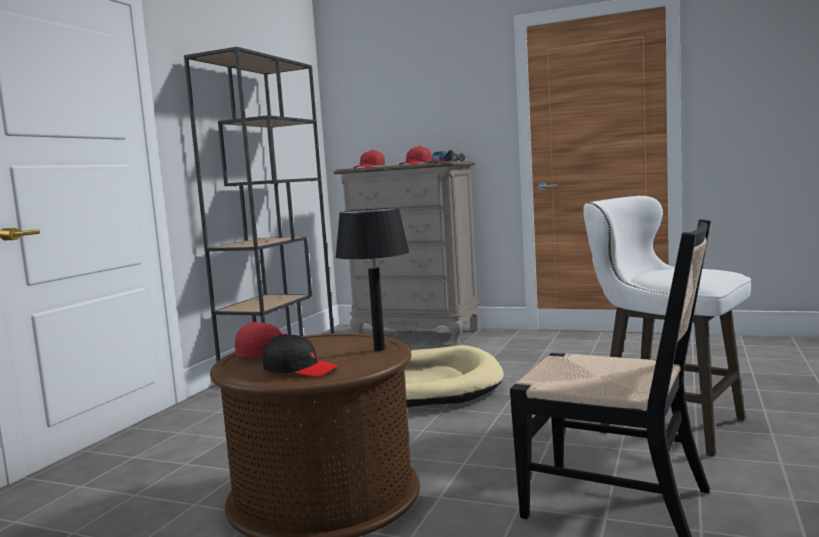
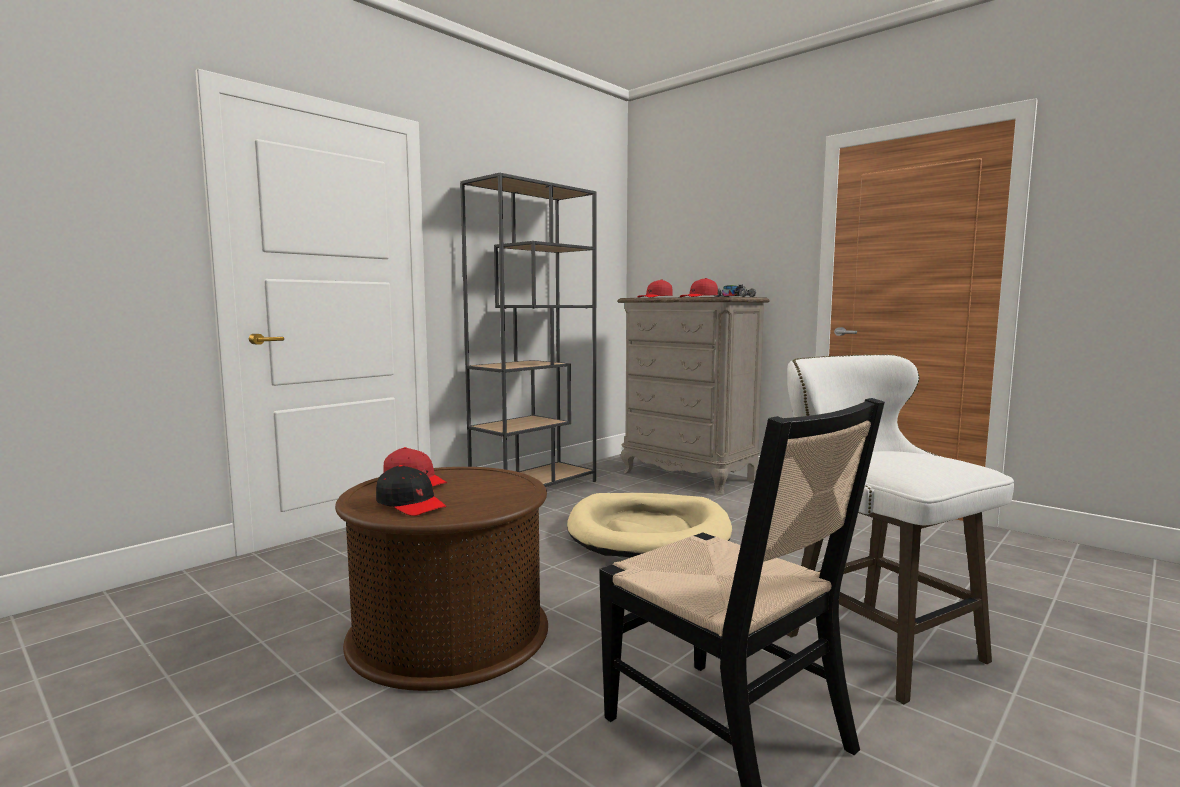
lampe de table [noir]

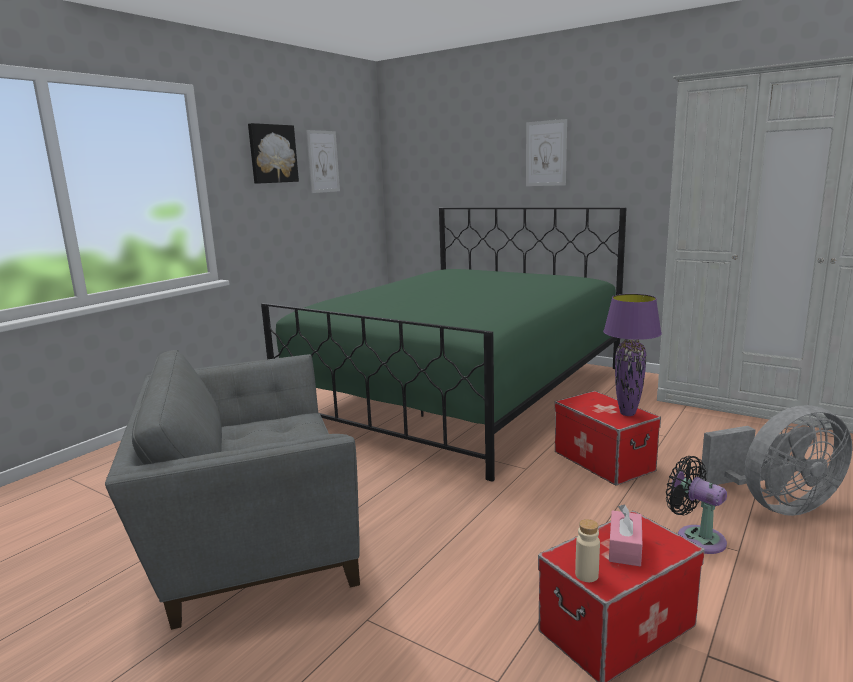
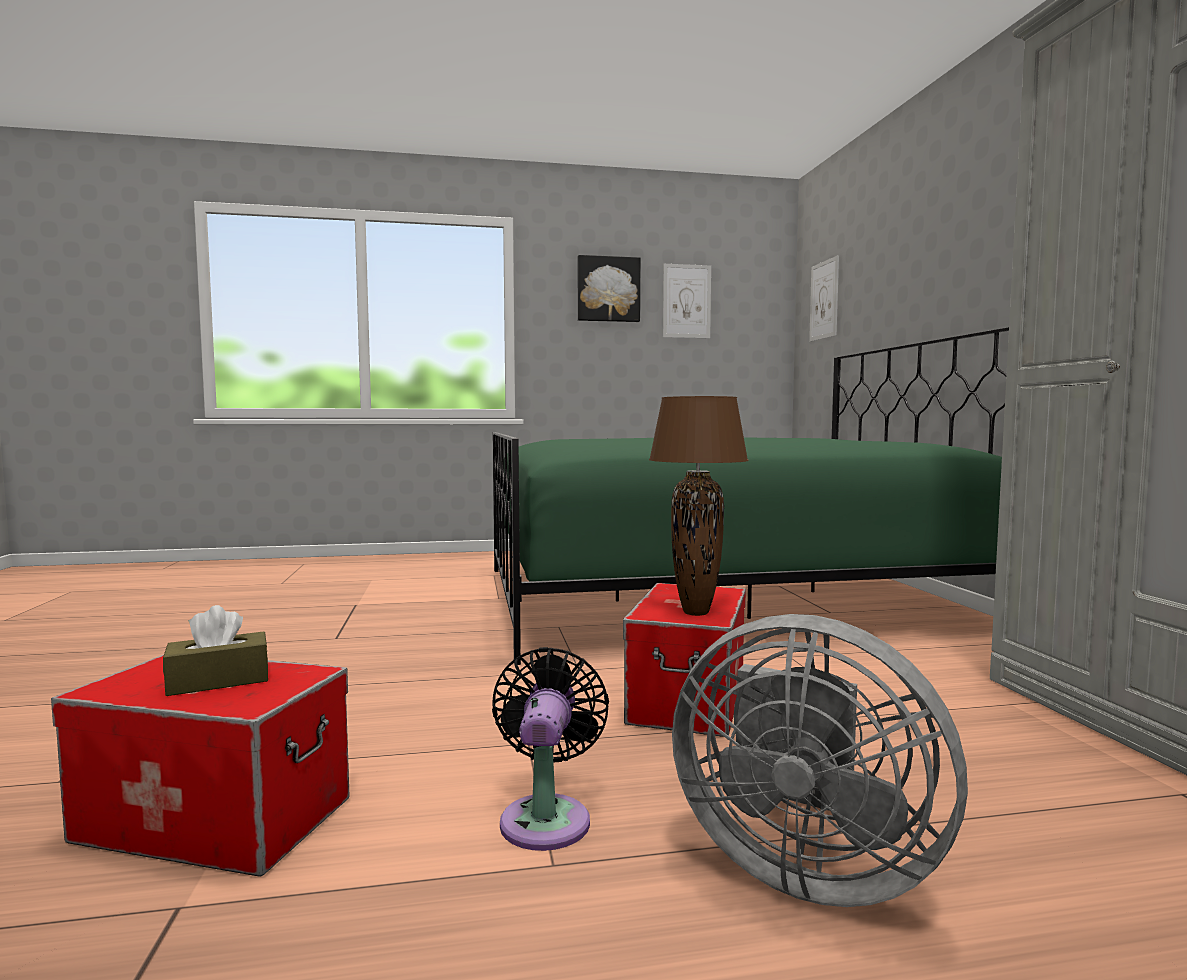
boîte à mouchoirs [marron]
lampe de table [marron]
tableau (no. 3 from left)
fauteuil [gris]
bouteille [beige]

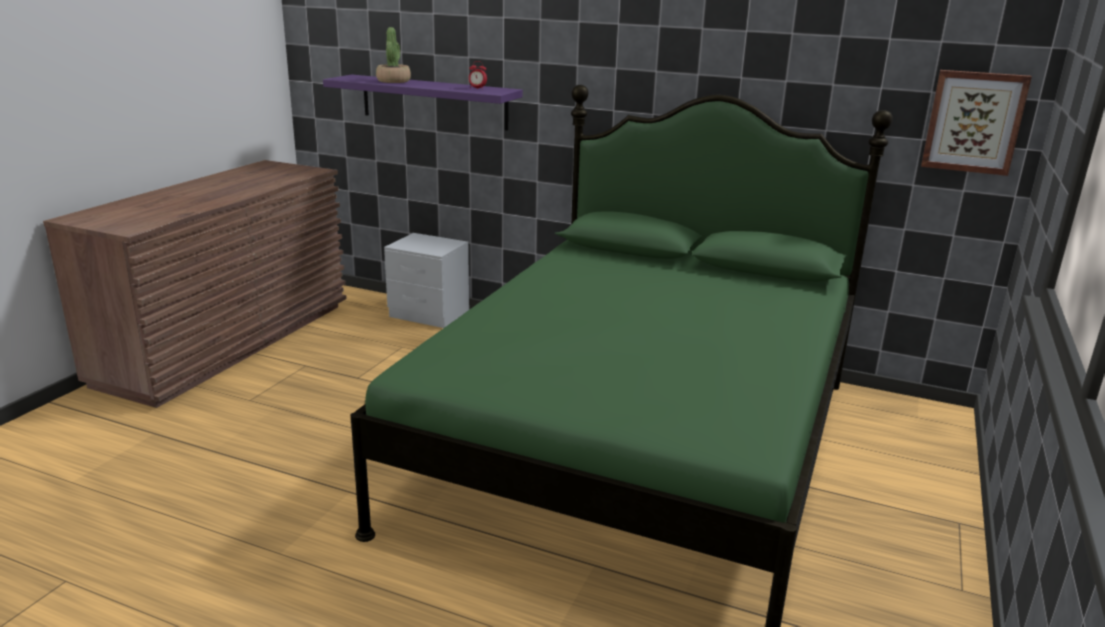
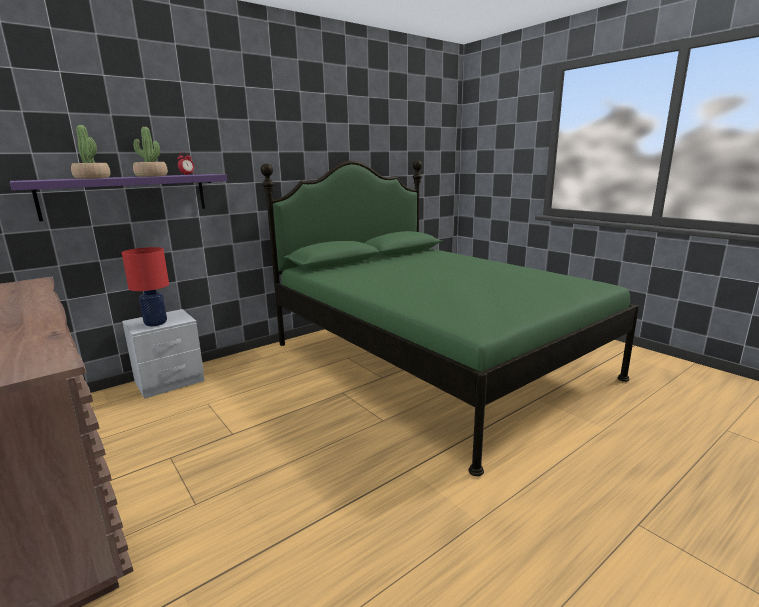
lampe de table [rouge]
plante en pot (no. 2 from left)
tableau

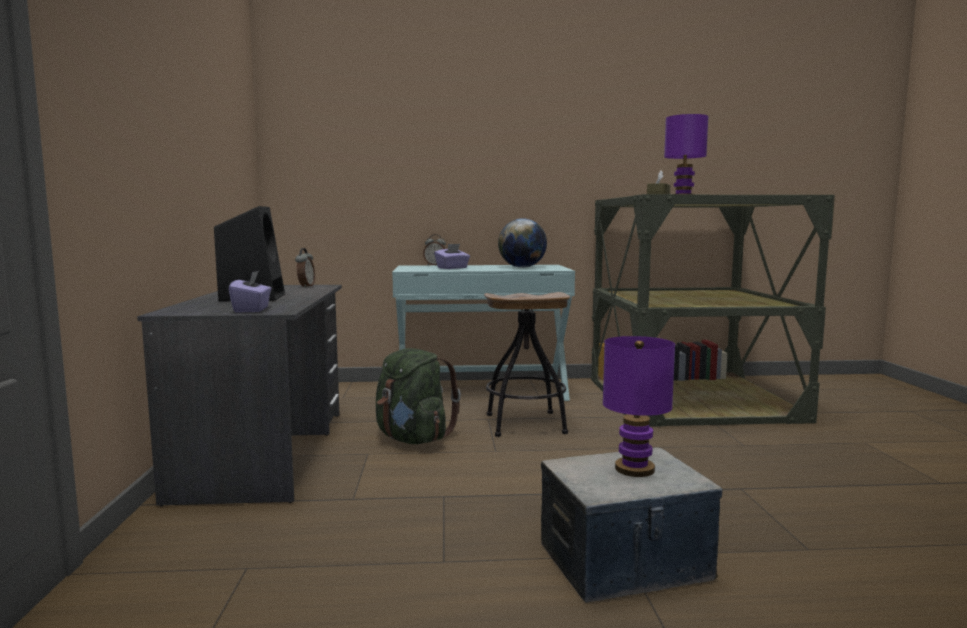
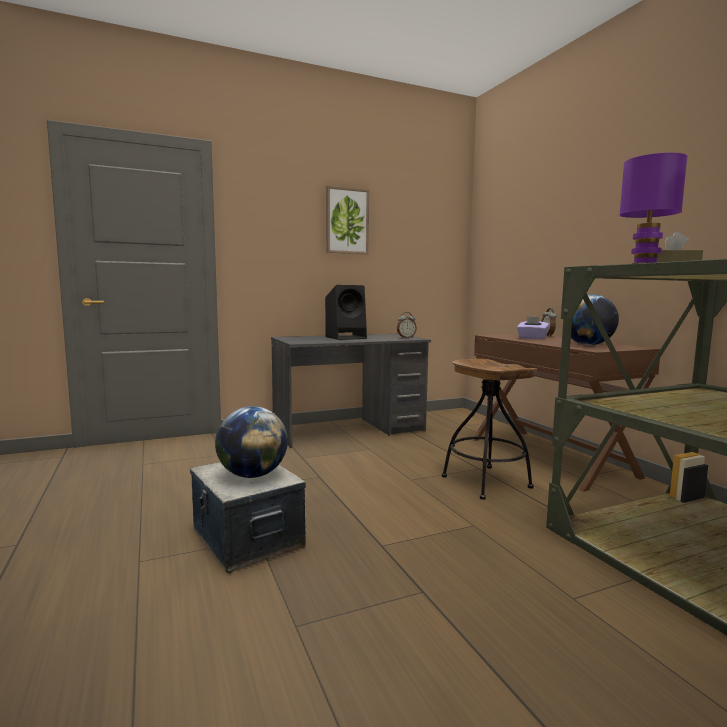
globe (no. 1 from left)
tableau
bureau [marron]
boîte à mouchoirs [violet] (no. 1 from left in the first image)
sac à dos [vert]

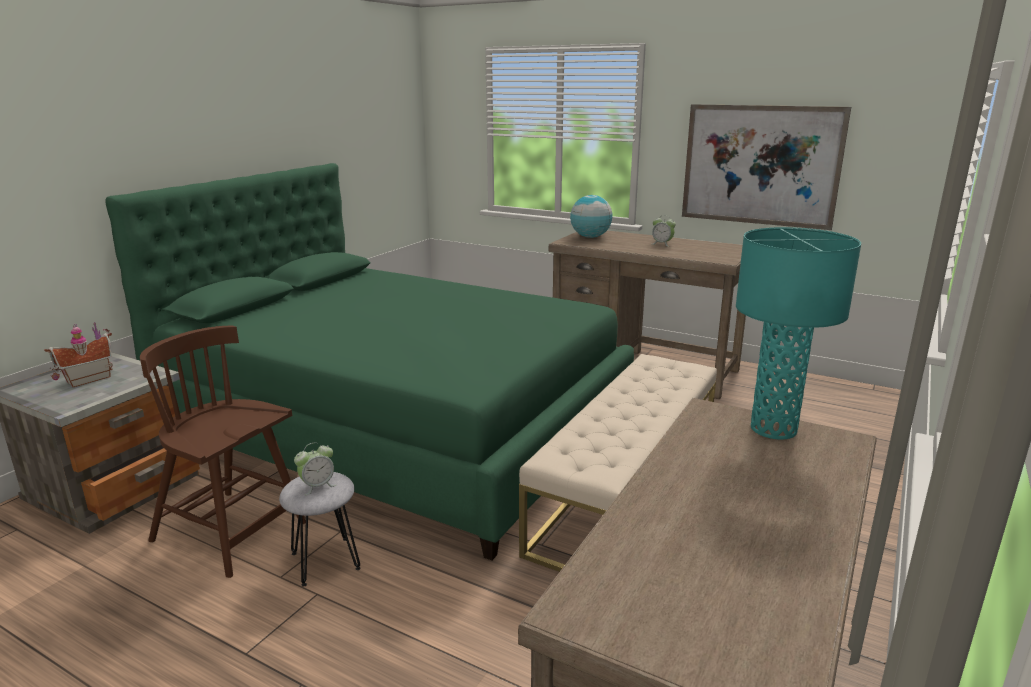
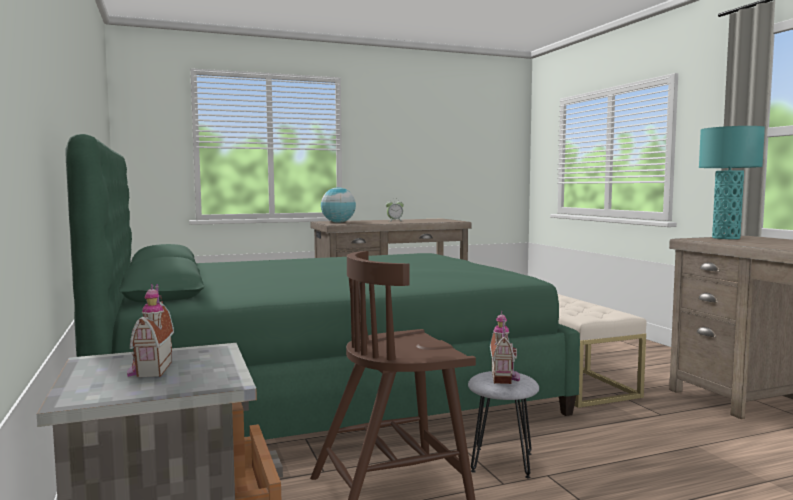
maison miniature (no. 2 from left)
tableau

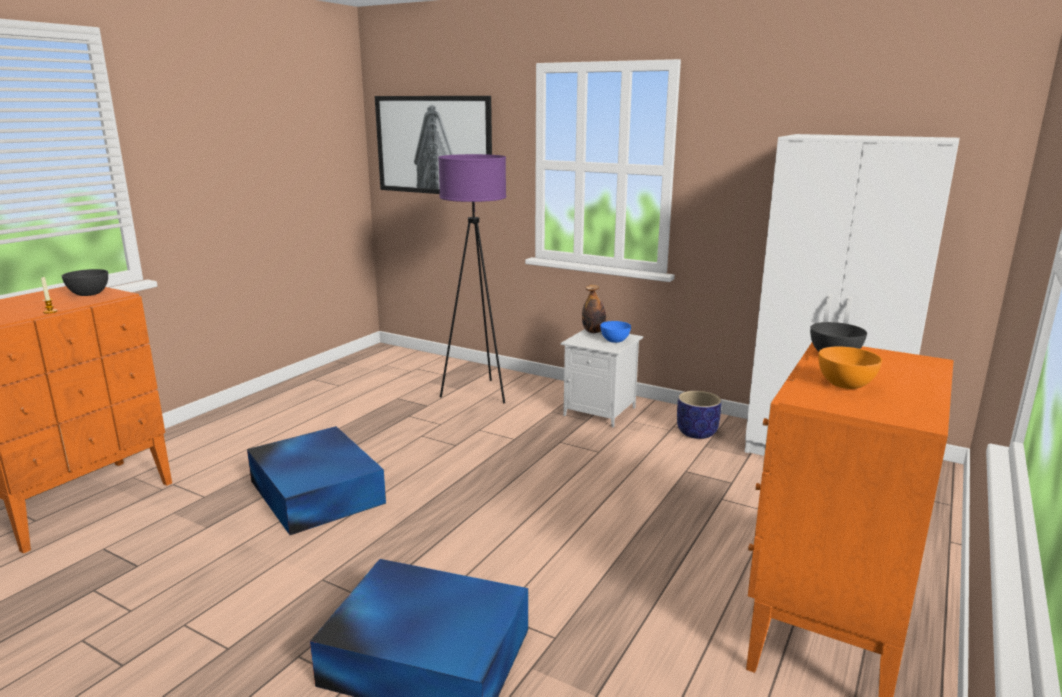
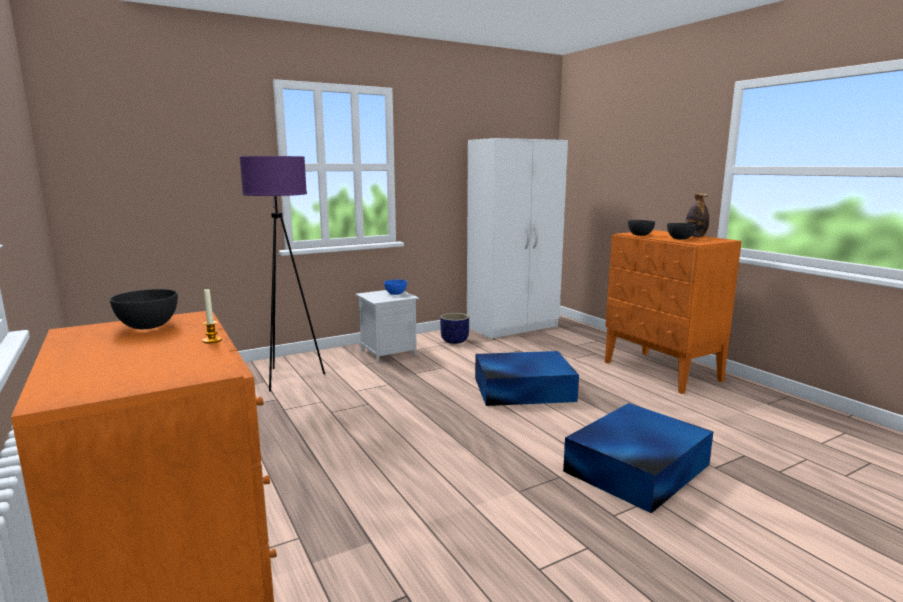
boîte de rangement [bleu] (no. 1 from left)
bol [gris] (no. 3 from left)
bouteille
tableau

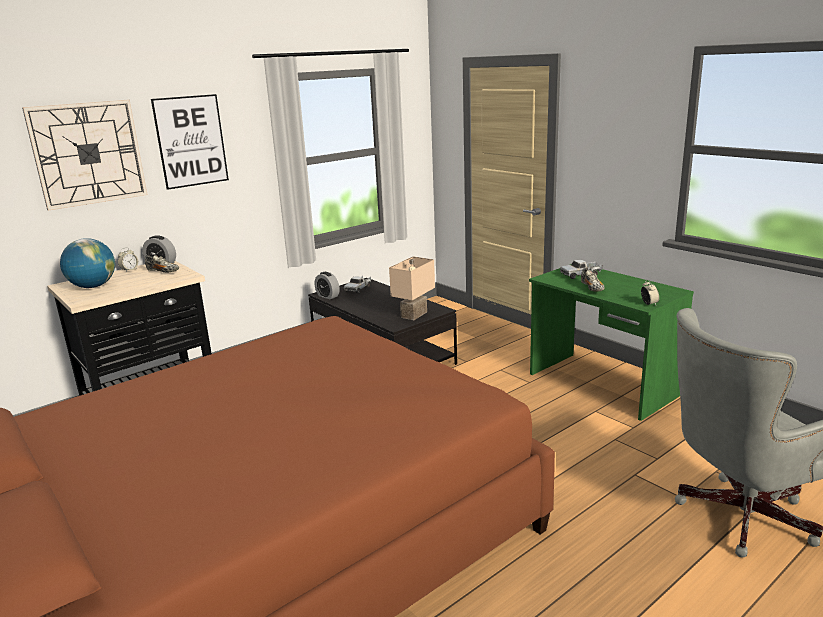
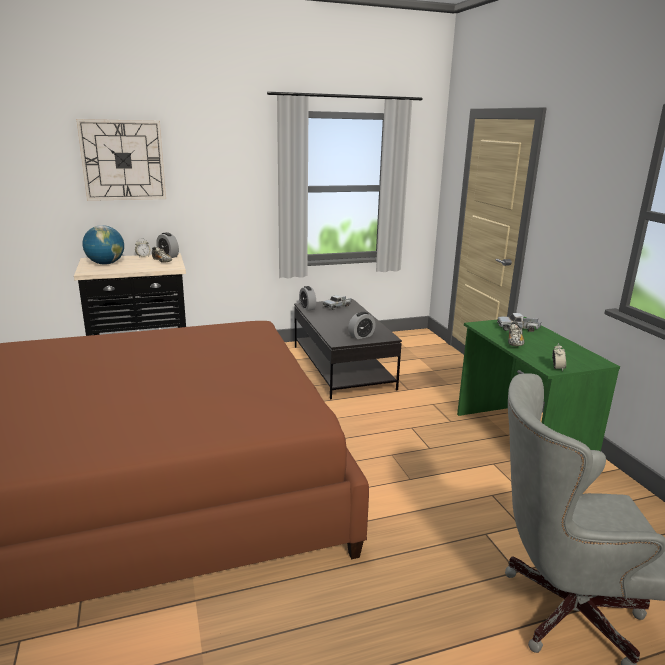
réveil (no. 4 from left)
tableau

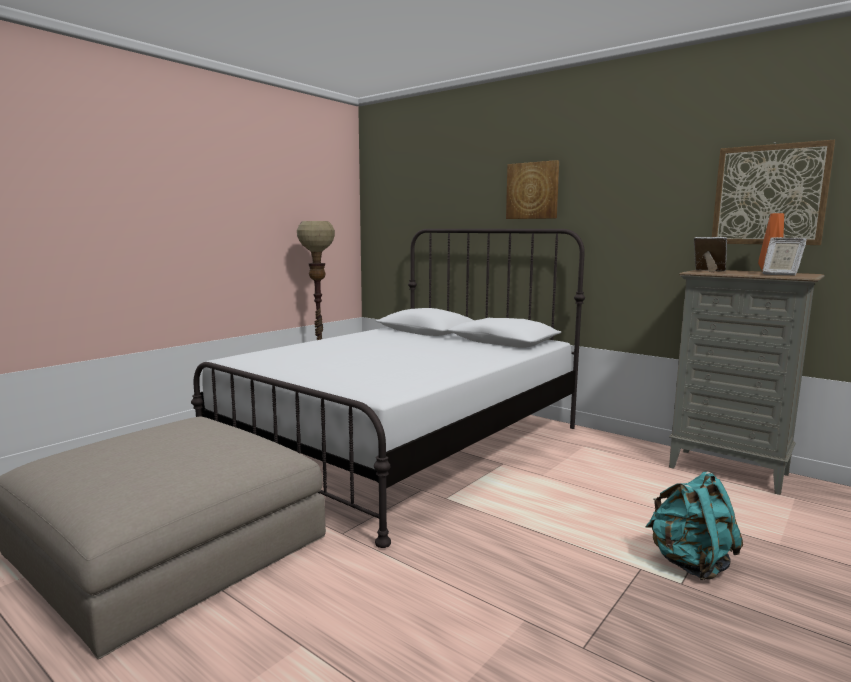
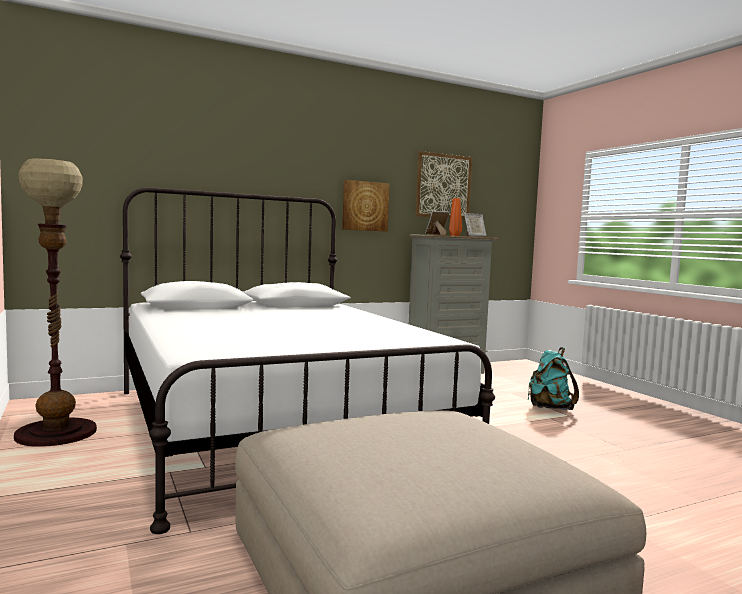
tableau (no. 1 from left)

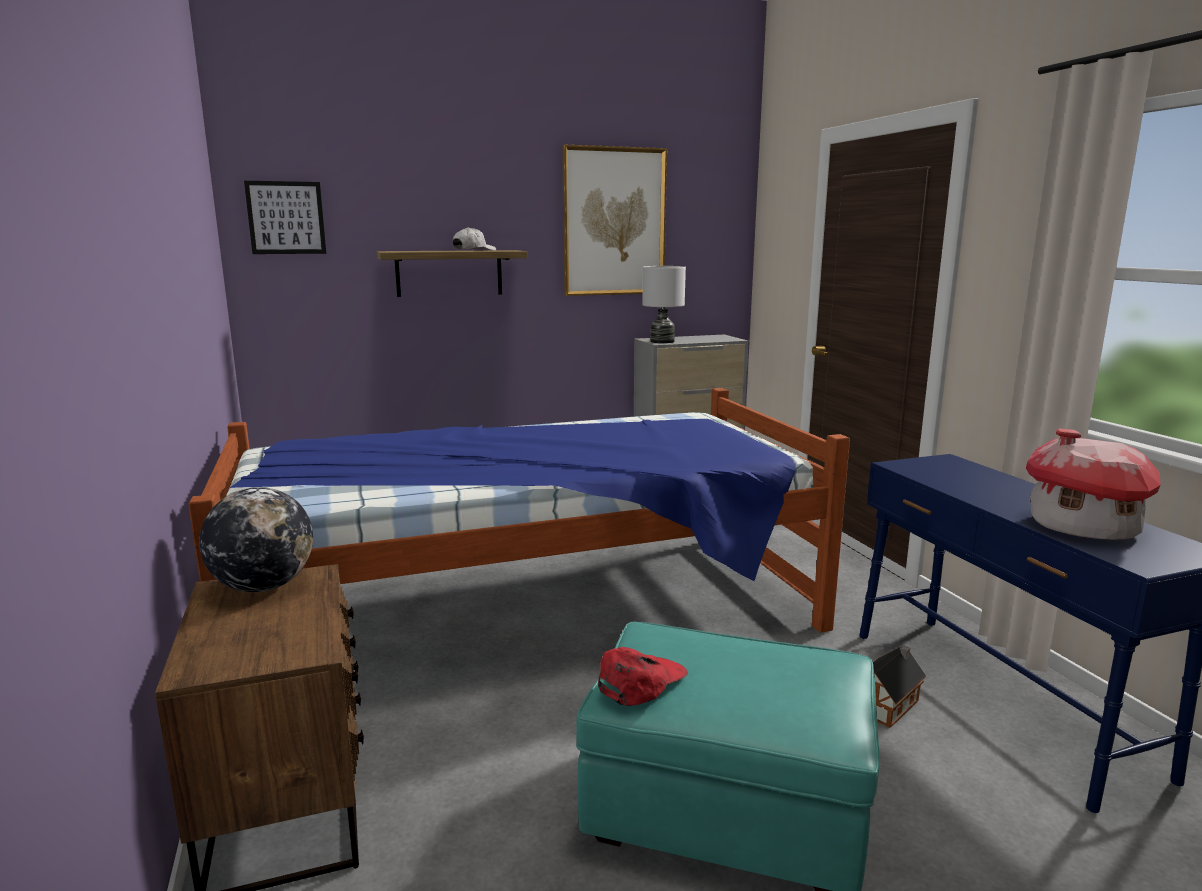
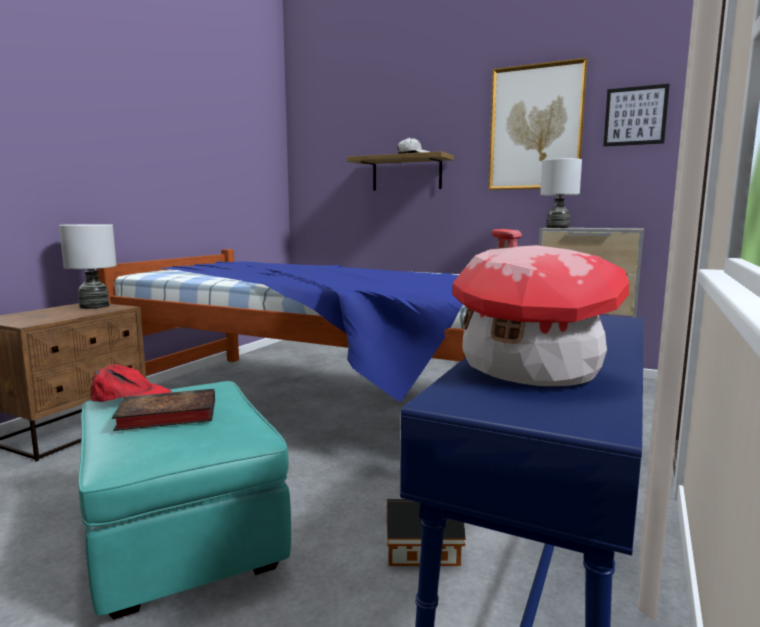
lampe de table [gris] (no. 1 from left)
livre
tableau (no. 2 from left)

